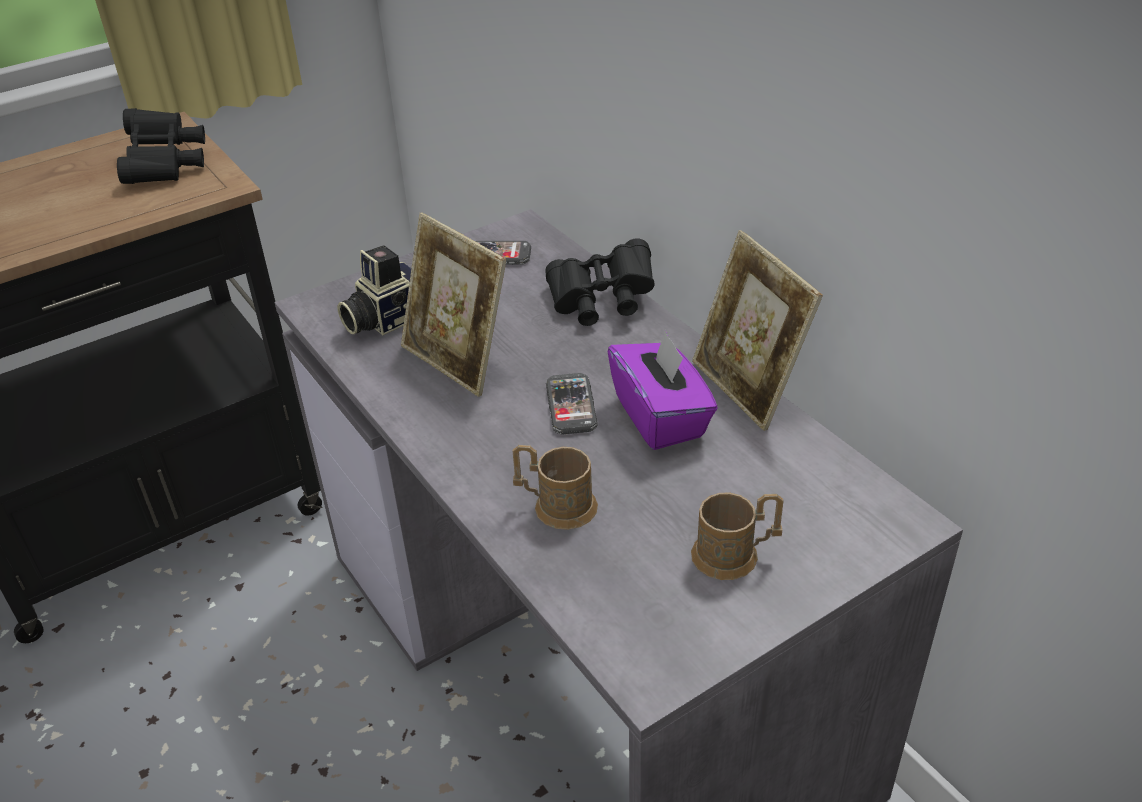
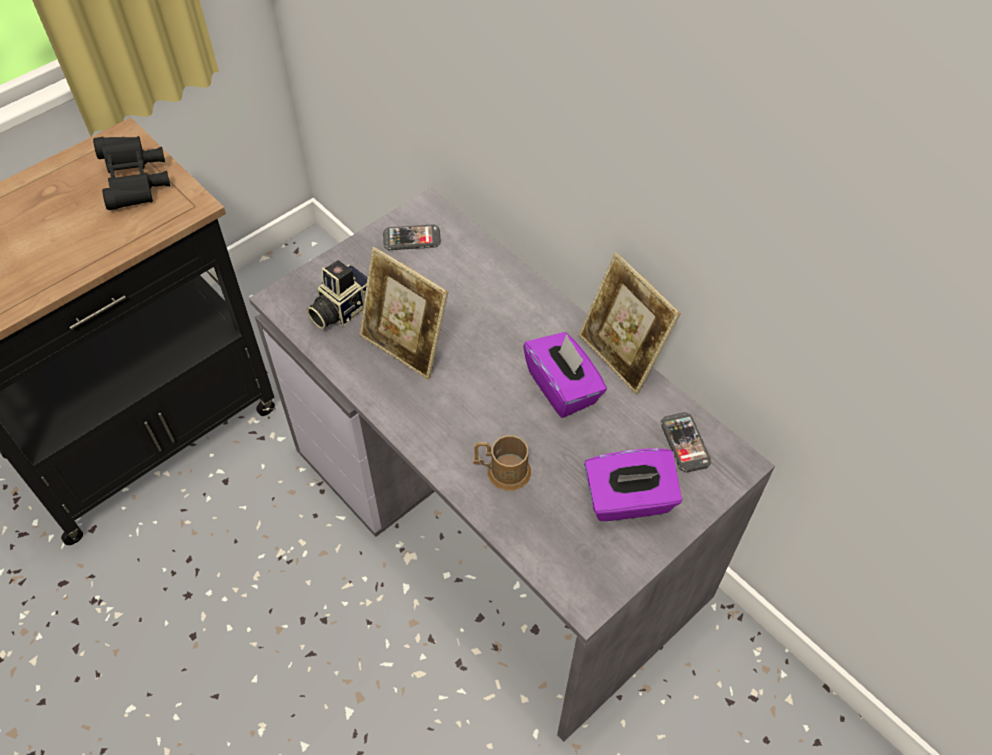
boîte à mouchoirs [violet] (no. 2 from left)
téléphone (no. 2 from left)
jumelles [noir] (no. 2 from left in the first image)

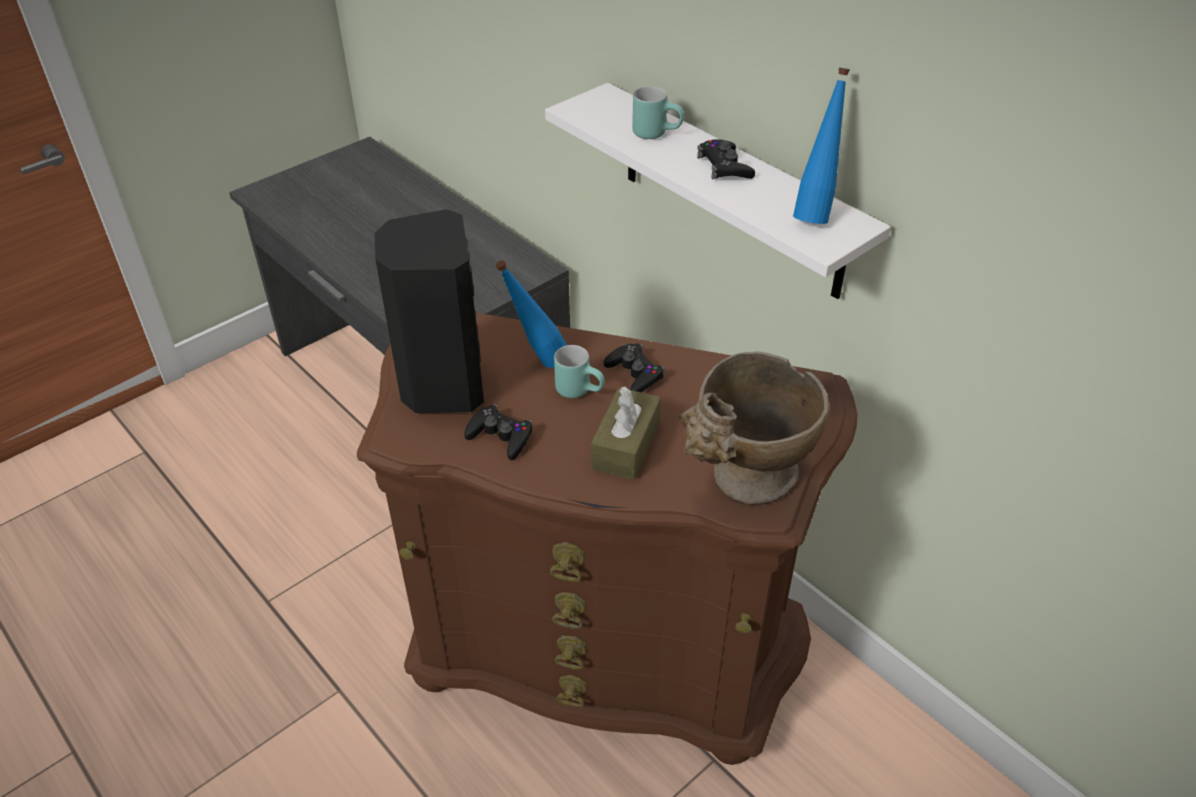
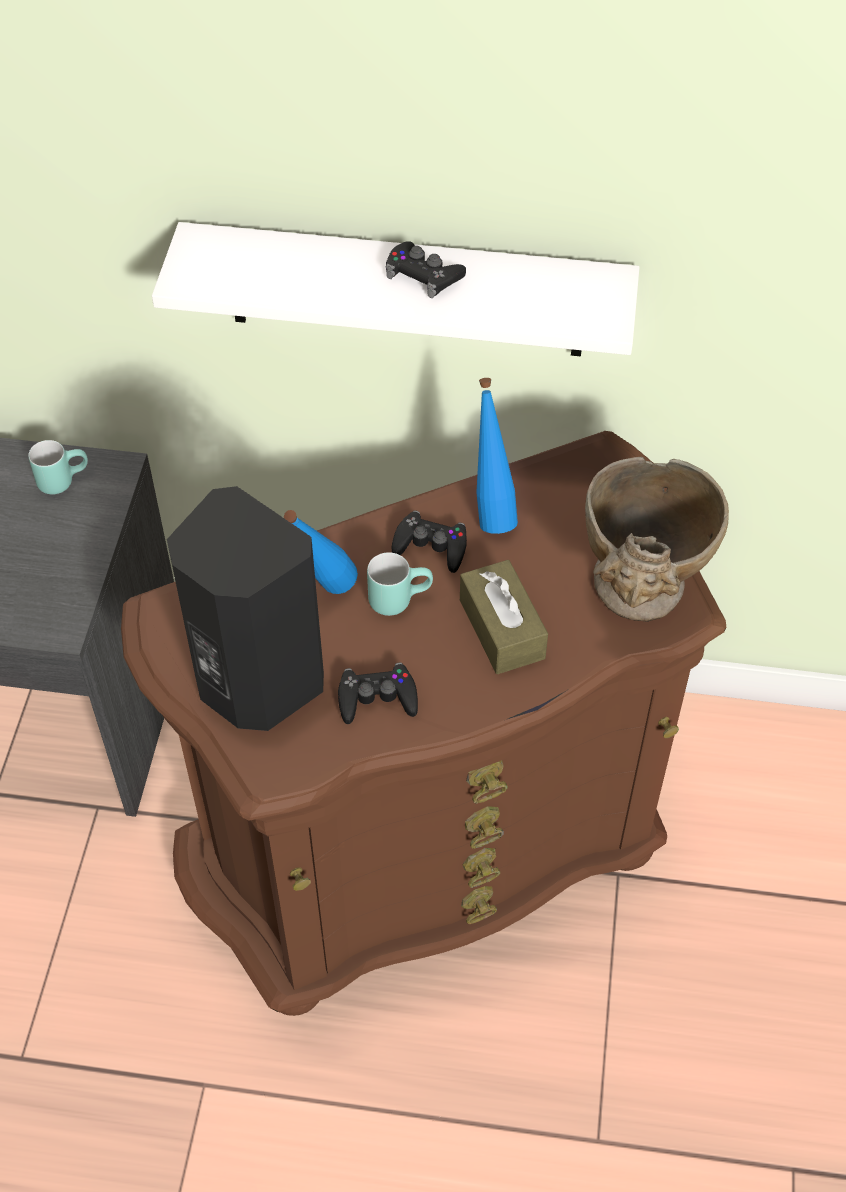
mug [turquoise] (no. 1 from left)
bouteille [bleu] (no. 2 from left)

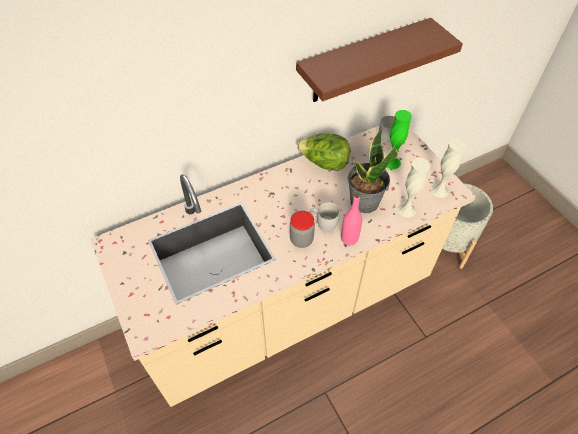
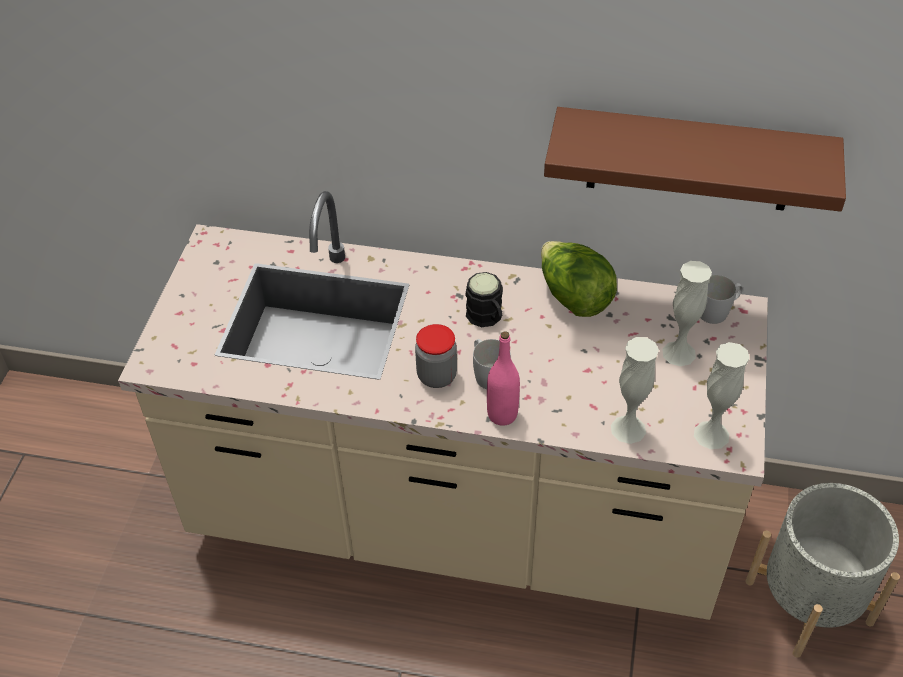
mug [noir]
vase [blanc] (no. 2 from left)
plante en pot

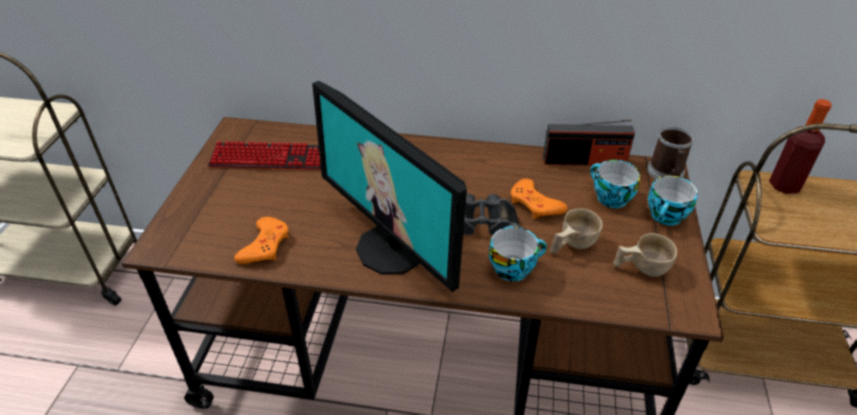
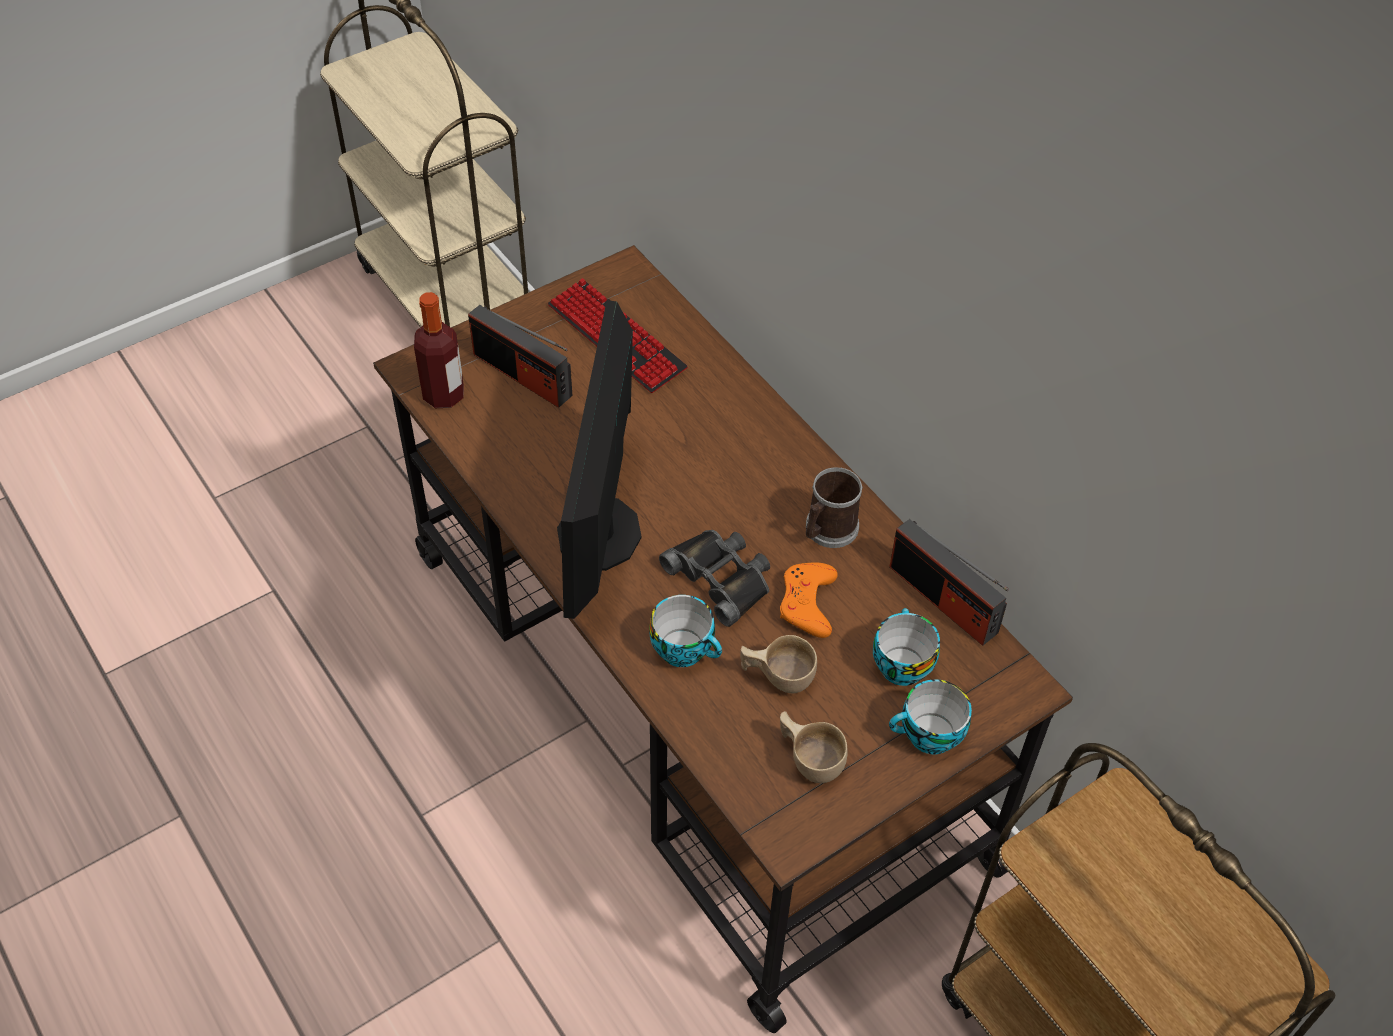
bouteille
radio (no. 1 from left)
mug
manette [orange] (no. 1 from left in the first image)

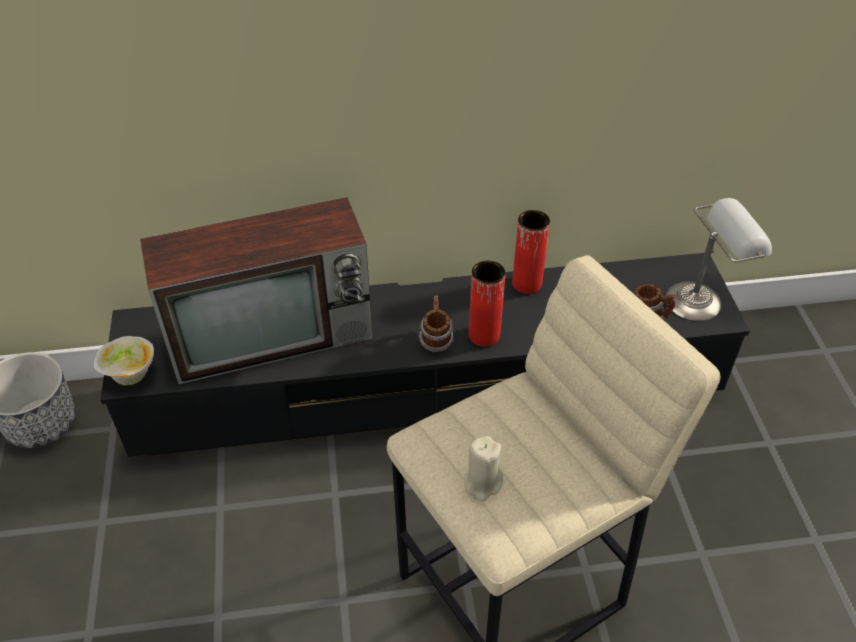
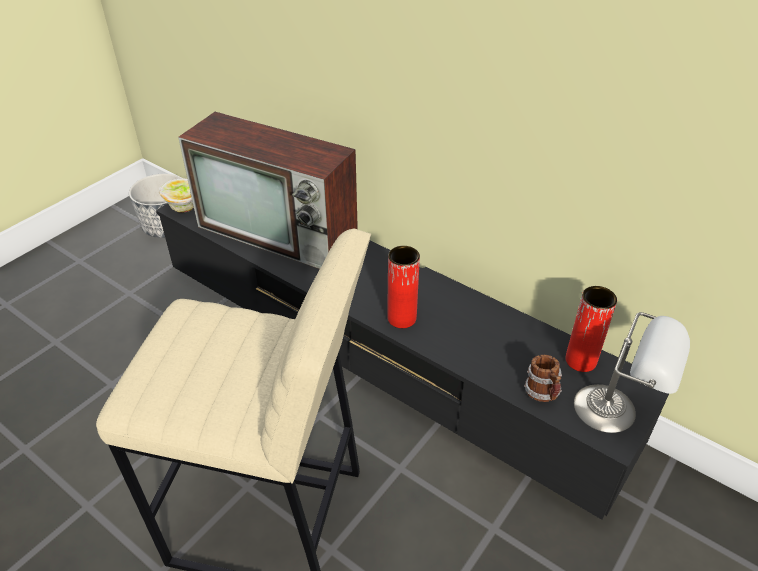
vase [rouge] (no. 2 from left)
mug (no. 1 from left in the first image)
bougie [beige]

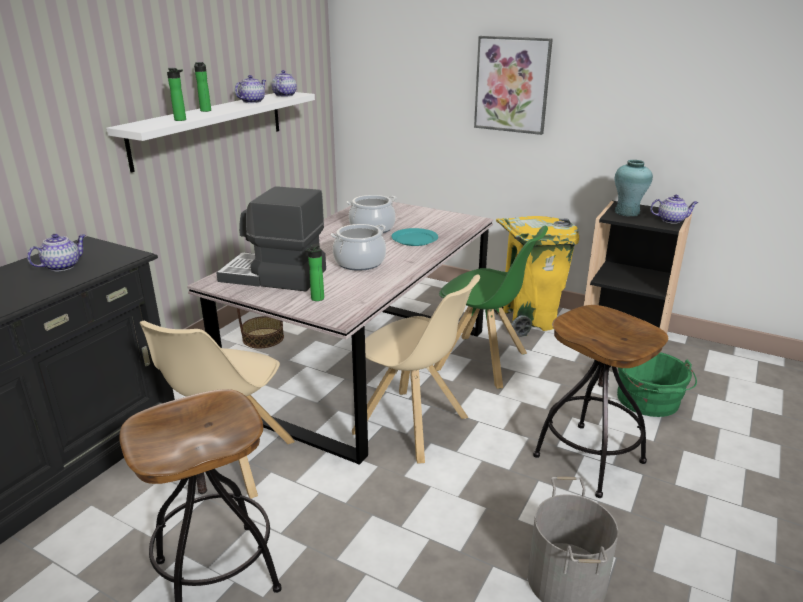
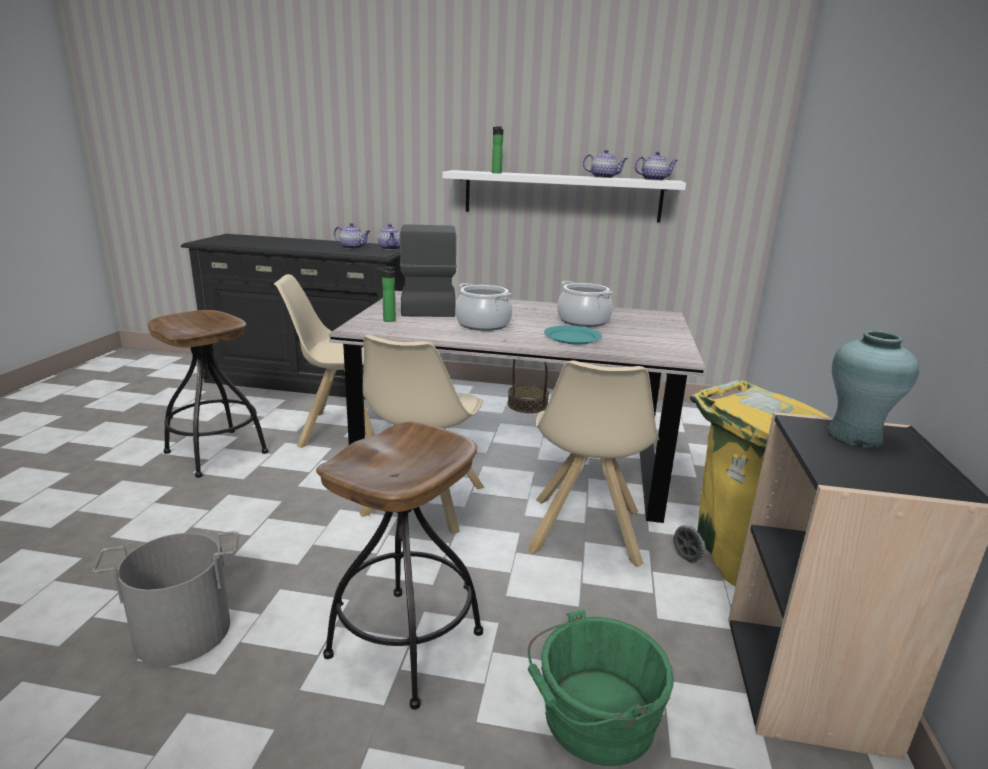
théière (no. 2 from left)
chaise [beige] (no. 3 from left)
bouteille (no. 2 from left in the first image)
tableau

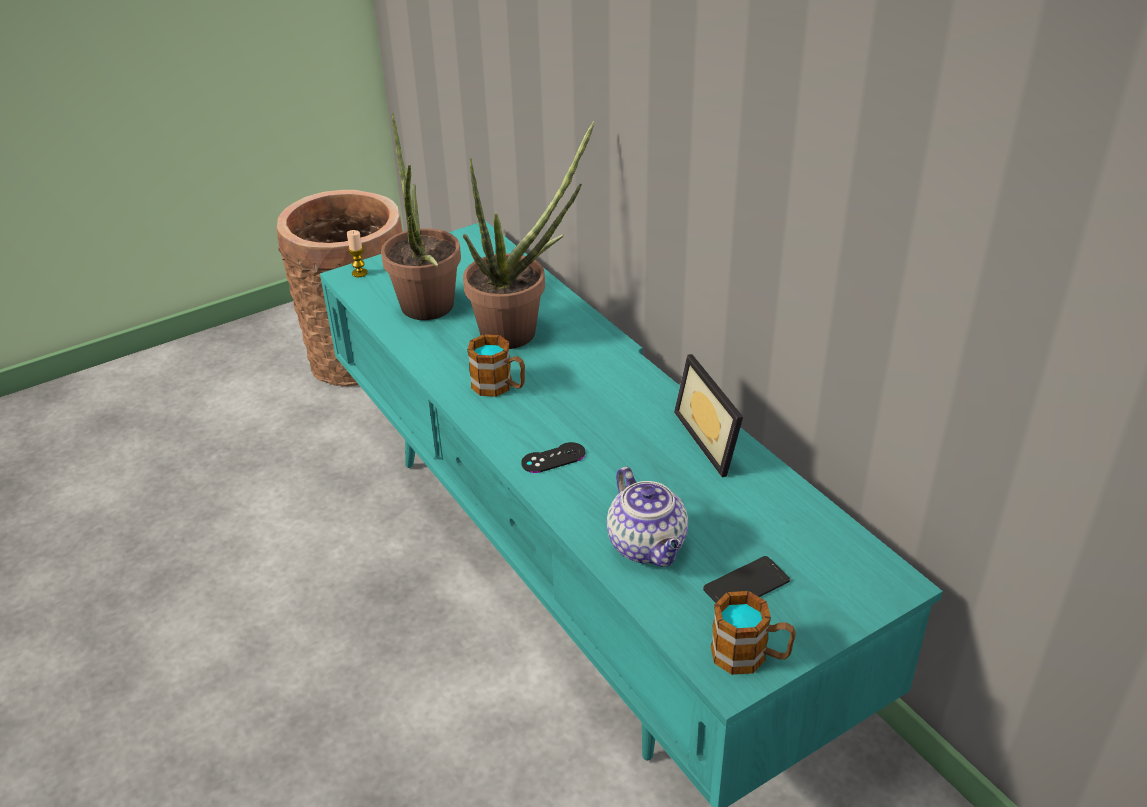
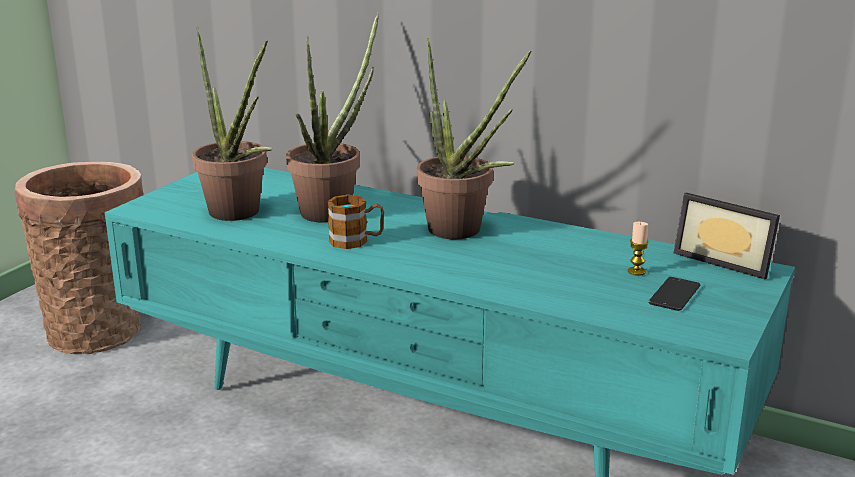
plante en pot (no. 3 from left)
bougie
cadre photo
manette [noir]
théière
mug (no. 2 from left in the first image)

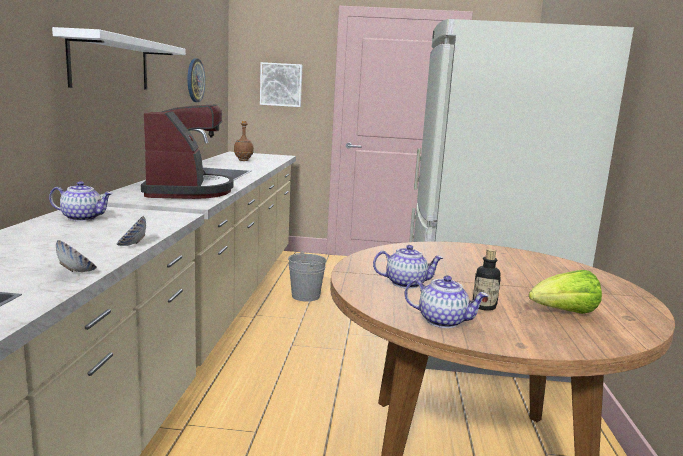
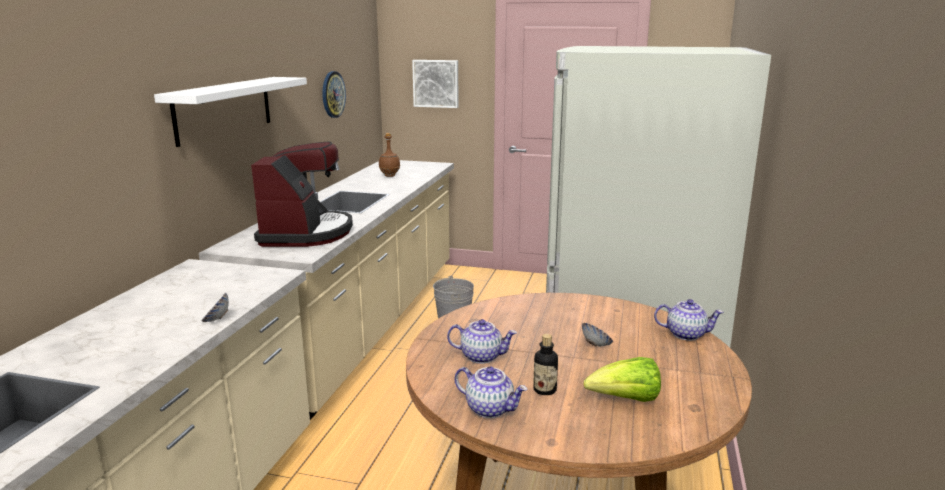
bol (no. 2 from left)
théière (no. 3 from left)

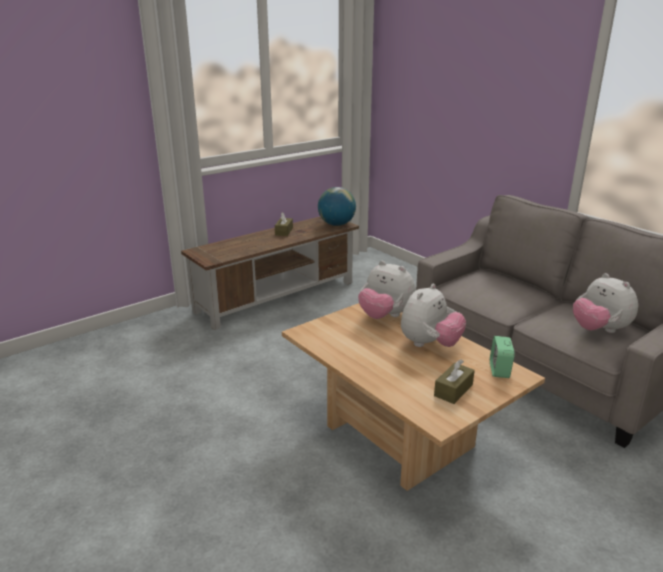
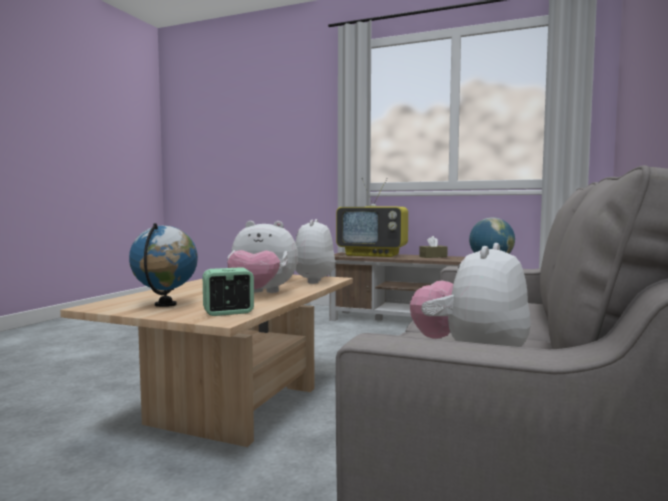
globe (no. 1 from left)
téléviseur

